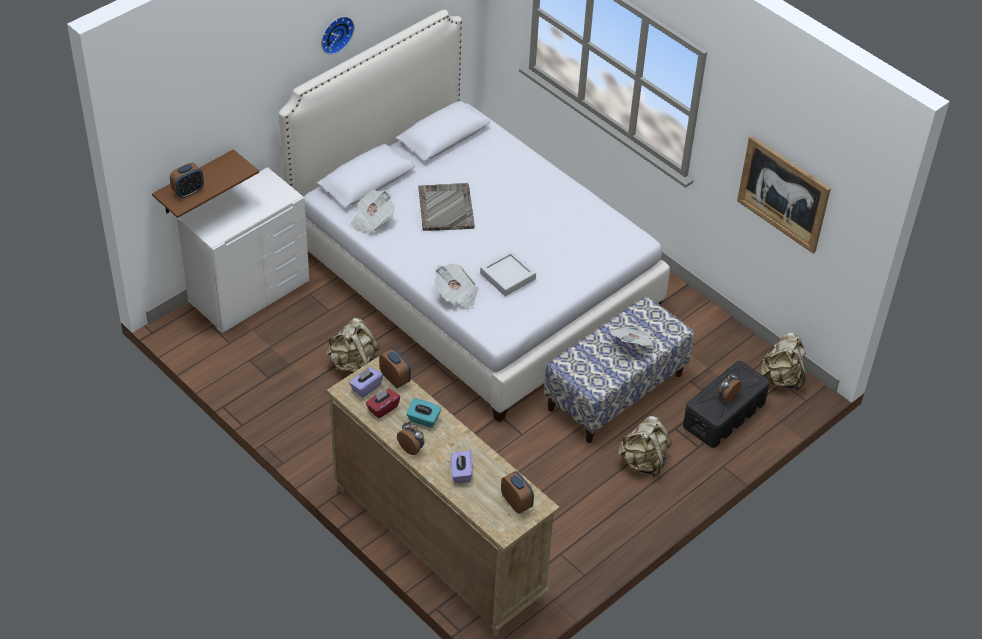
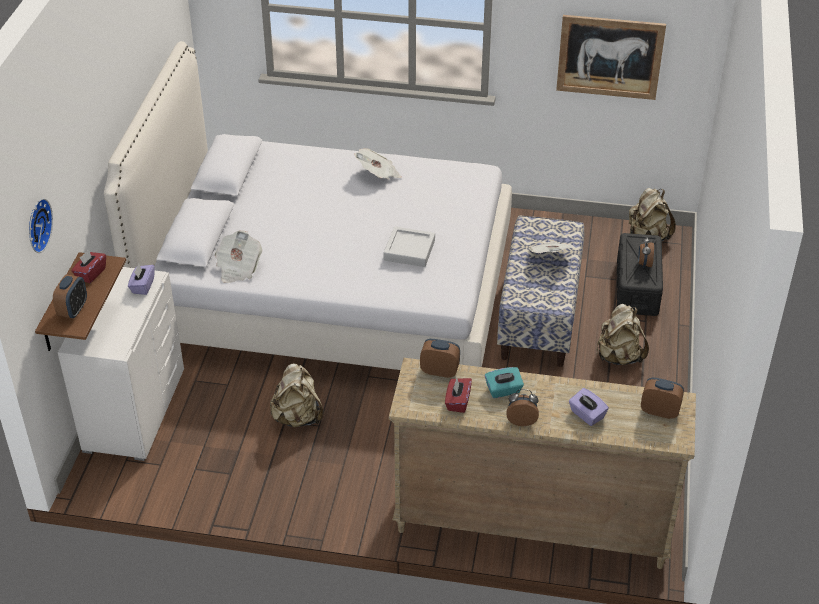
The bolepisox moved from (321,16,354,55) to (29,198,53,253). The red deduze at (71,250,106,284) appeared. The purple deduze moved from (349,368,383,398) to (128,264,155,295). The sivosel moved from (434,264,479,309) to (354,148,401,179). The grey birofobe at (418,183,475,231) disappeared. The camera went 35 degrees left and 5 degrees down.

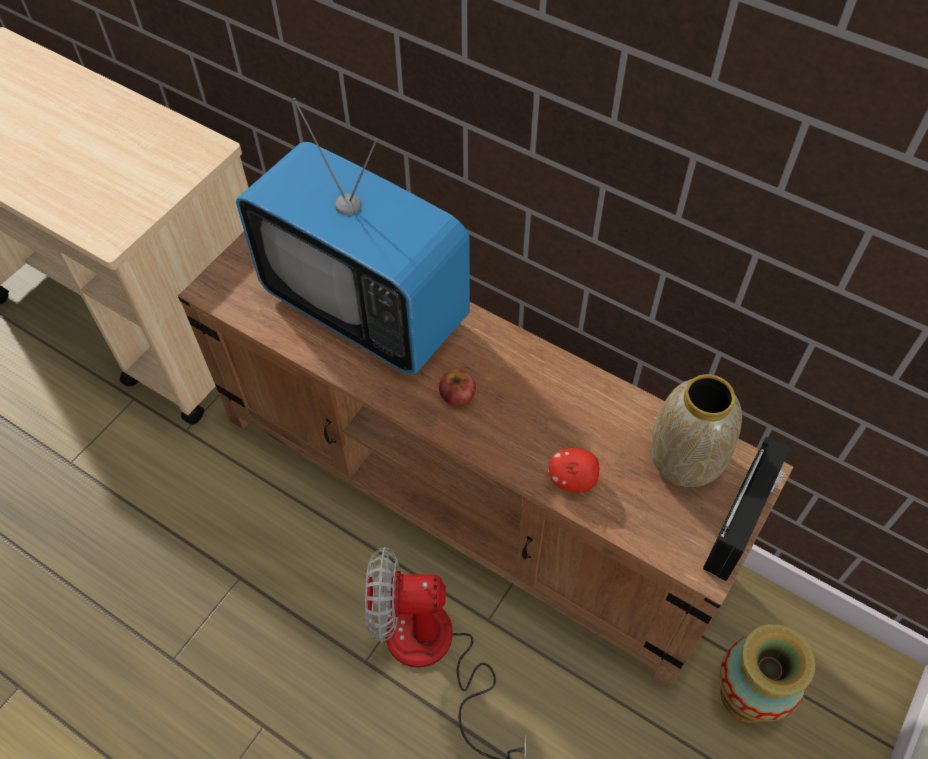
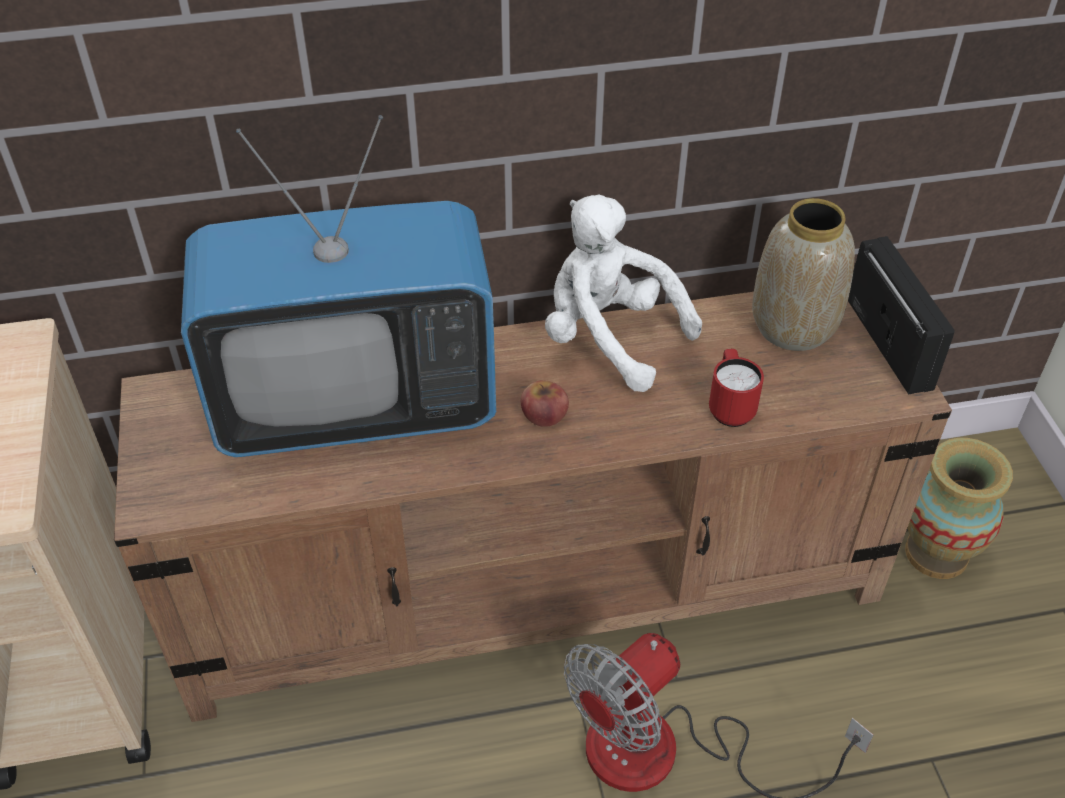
The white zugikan at (545,194,702,392) appeared. The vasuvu at (549,448,599,493) was replaced by the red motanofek at (709,349,764,427). The camera went 45 degrees left and 10 degrees down.

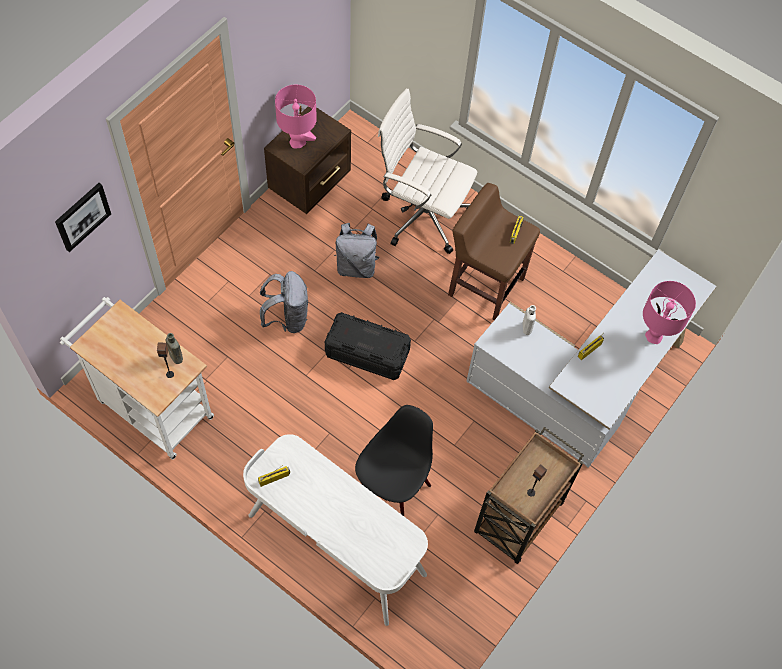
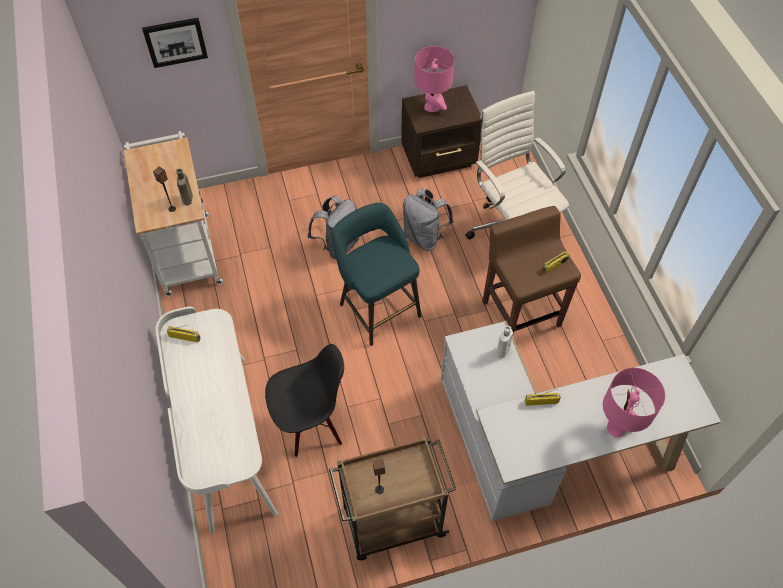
The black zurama at (325,312,411,380) was replaced by the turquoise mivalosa at (332,203,421,346). The camera went 40 degrees right and 5 degrees down.

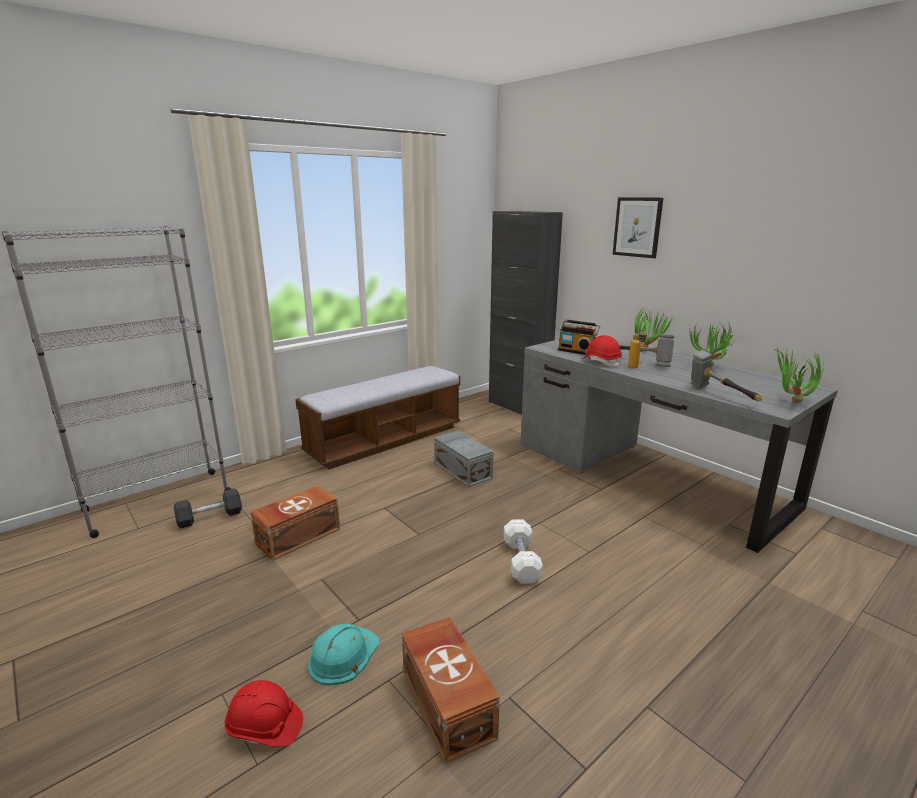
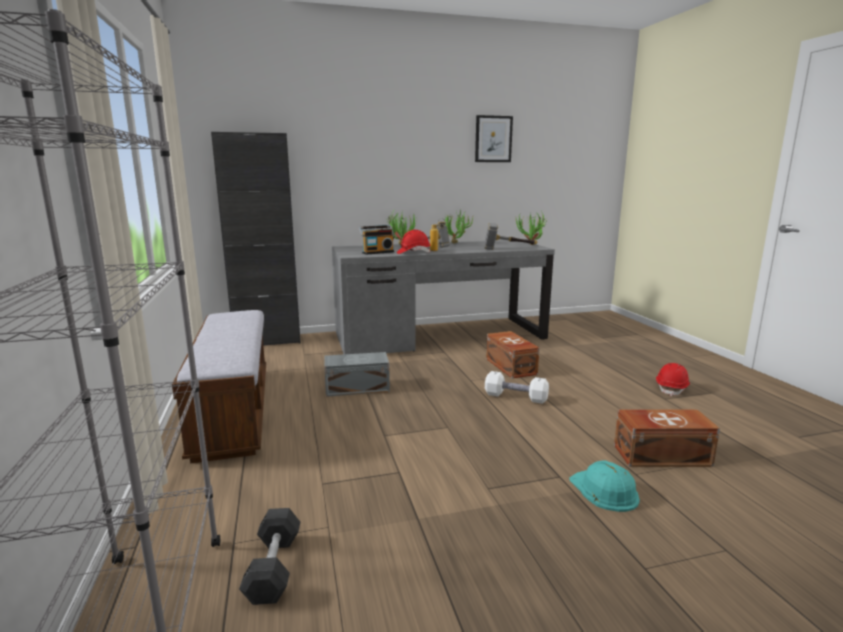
The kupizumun moved from (612,197,663,258) to (475,115,513,162). The brown zurama moved from (250,485,340,561) to (486,331,540,379). The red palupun moved from (224,680,303,747) to (656,363,690,396). The camera went 65 degrees left and 5 degrees down.

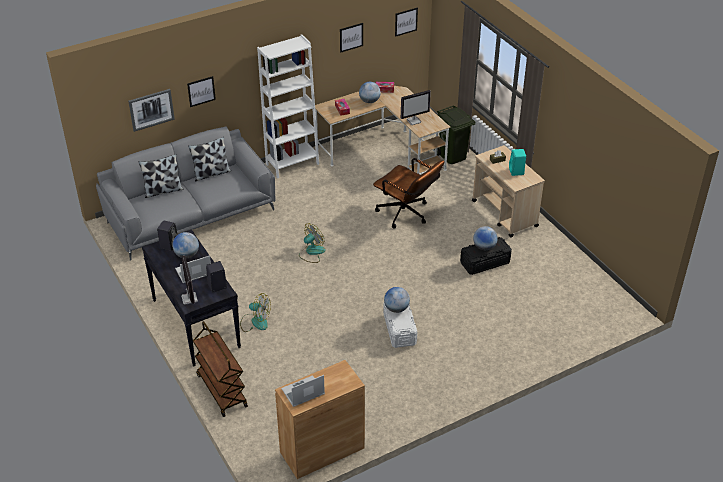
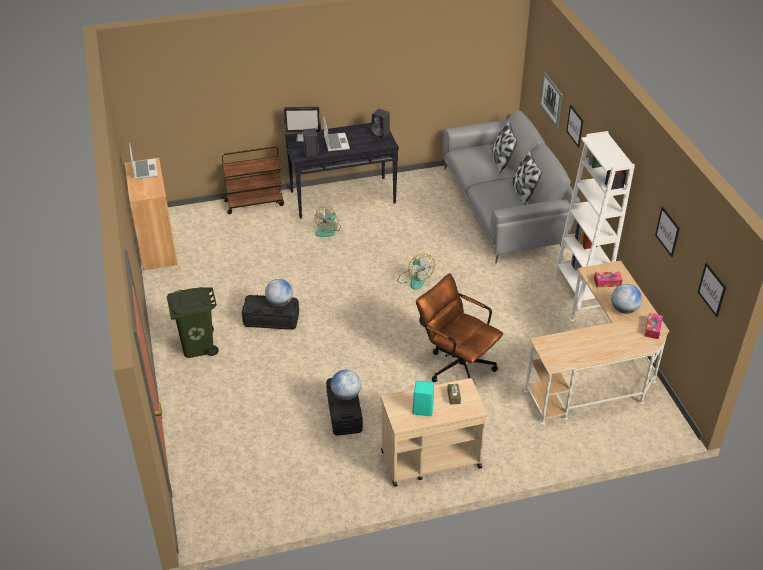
The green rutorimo moved from (434,106,476,164) to (167,287,219,358). The white zurama at (383,303,417,348) became the black zurama at (242,294,299,330). The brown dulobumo at (373,158,444,229) turned 75 degrees clockwise. The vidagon at (172,232,199,258) disappeared. The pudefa at (401,90,431,125) disappeared. The camera went 105 degrees right and 0 degrees up.

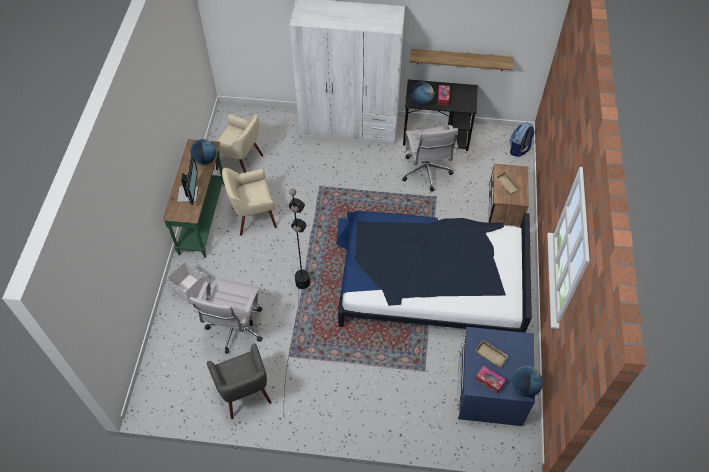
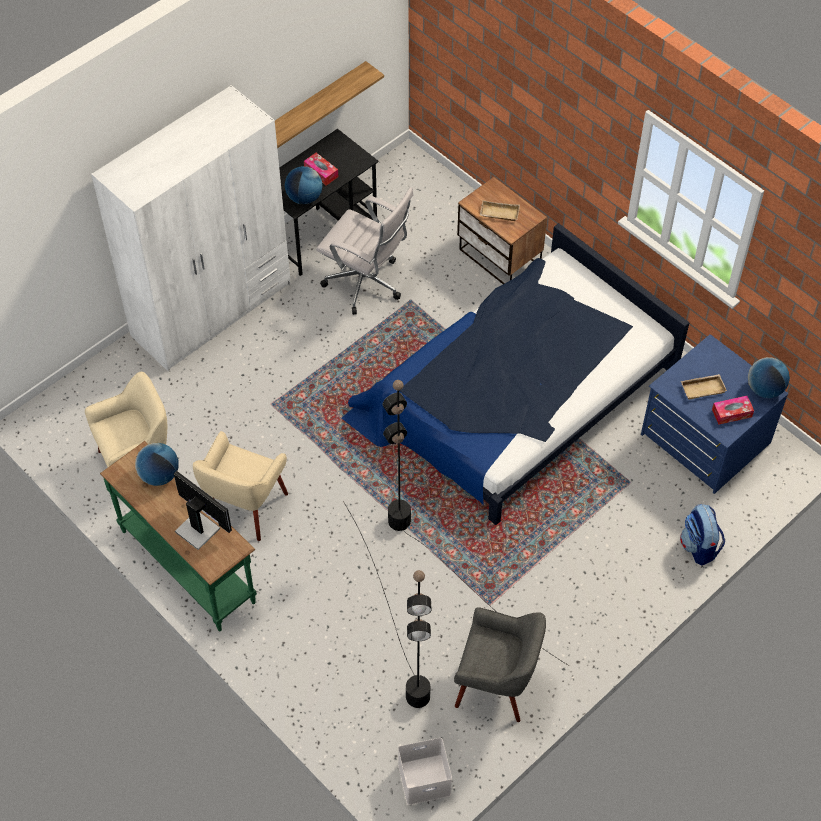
The white dulobumo at (190,279,262,353) was replaced by the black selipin at (343,501,431,708). The white zurama moved from (167,261,205,305) to (398,738,452,805). The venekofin moved from (510,122,534,157) to (680,504,725,565). The camera went 50 degrees left and 0 degrees up.

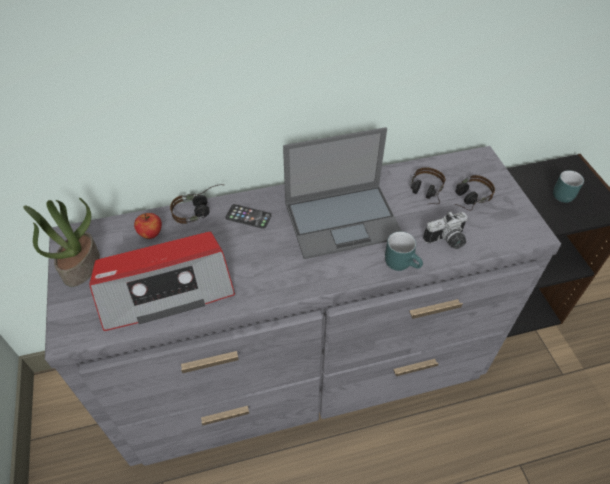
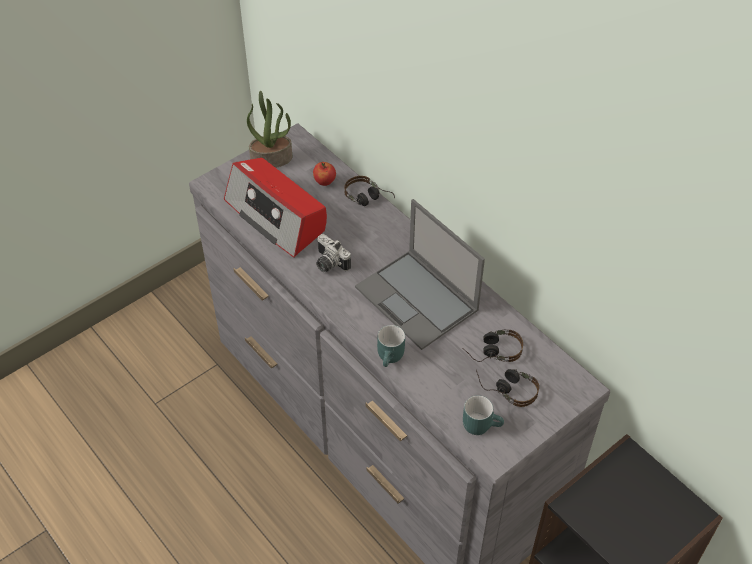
The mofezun moved from (423,211,468,249) to (316,234,351,272). The turquoise motanofek moved from (553,170,584,203) to (463,395,504,435). The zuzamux at (225,204,272,229) disappeared. The camera went 65 degrees right and 0 degrees up.

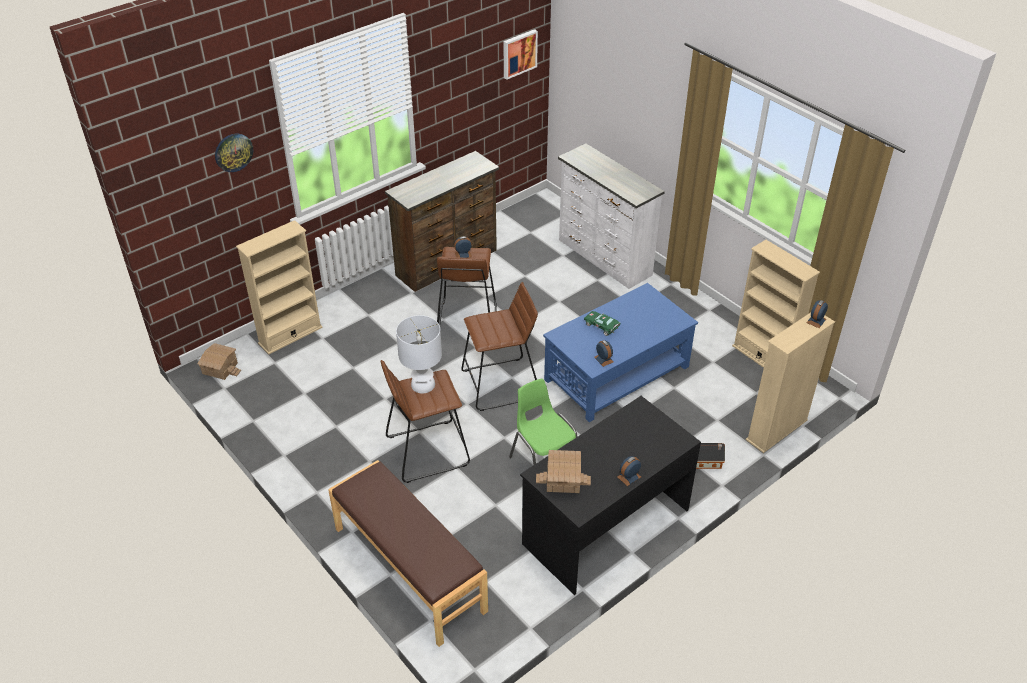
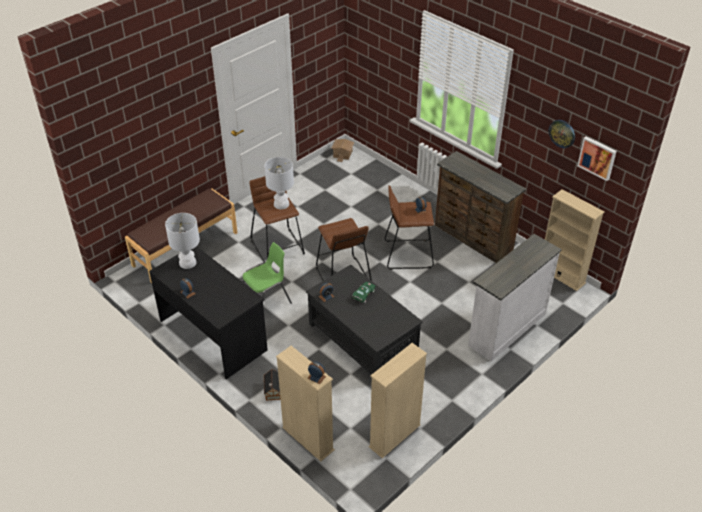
The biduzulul at (536,450,591,493) was replaced by the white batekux at (165,213,200,269). The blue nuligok at (543,283,698,422) became the black nuligok at (306,265,423,375). The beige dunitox moved from (236,220,323,354) to (545,189,604,291). The bolepisox moved from (215,134,253,172) to (549,120,575,148). The camera went 85 degrees right and 0 degrees up.

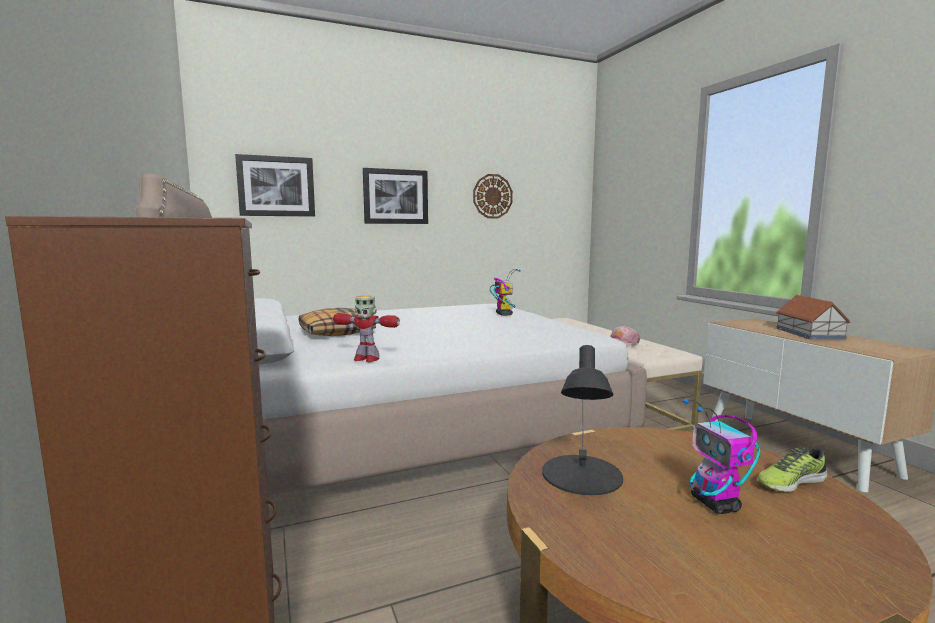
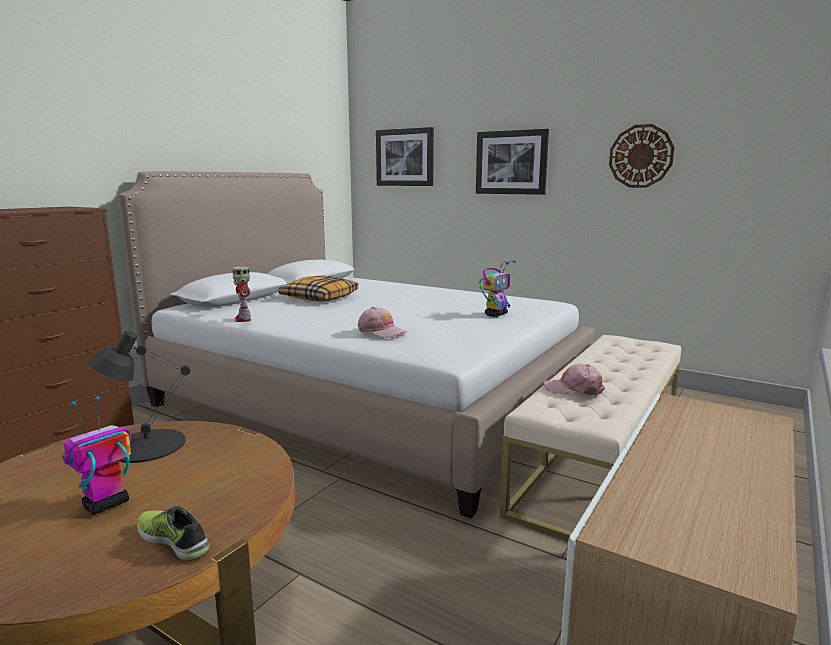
The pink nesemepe at (358,307,406,338) appeared. The biduzulul at (776,295,850,340) disappeared. The camera went 55 degrees right and 5 degrees up.

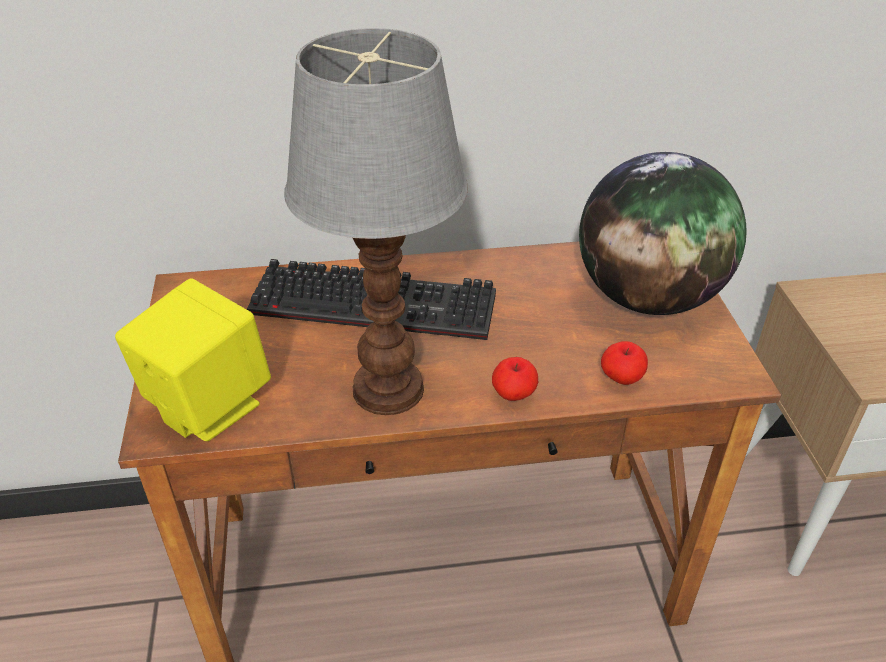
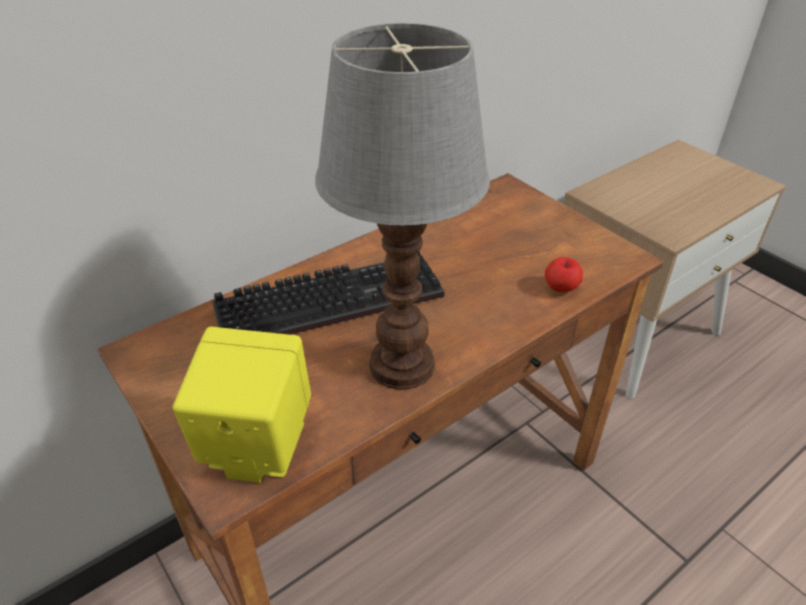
The vasuvu at (492,357,538,401) disappeared. The vidagon at (579,152,747,315) disappeared. The camera went 30 degrees left and 0 degrees up.

